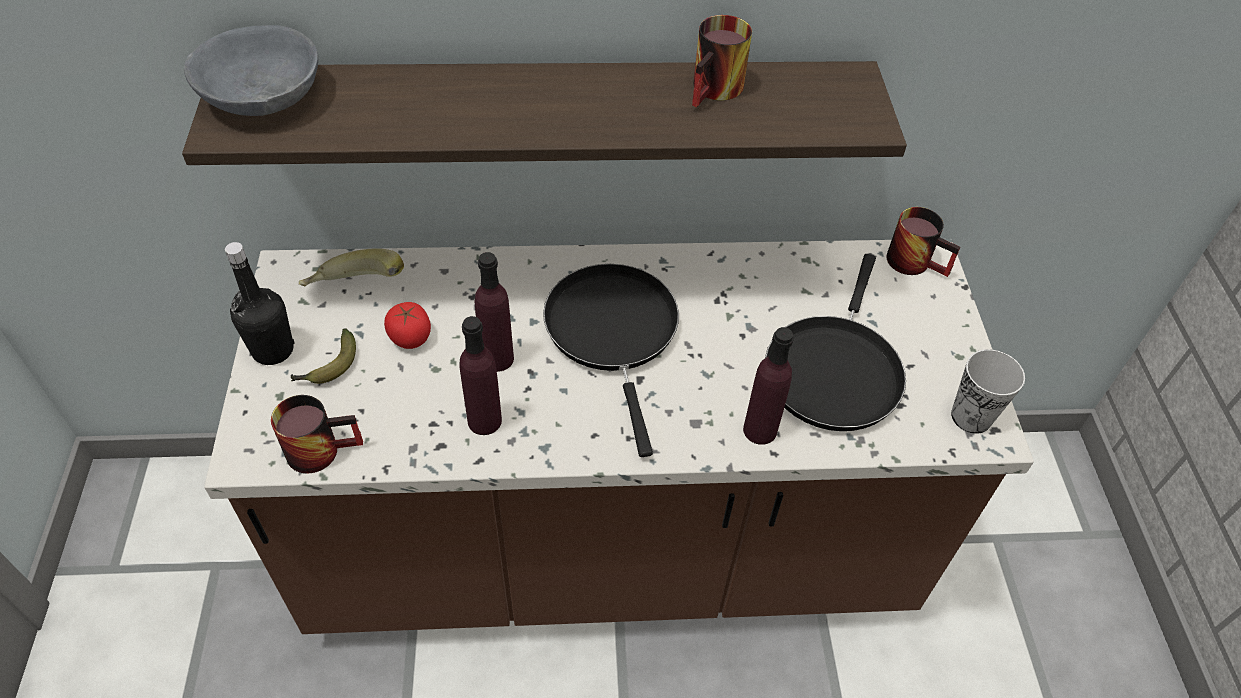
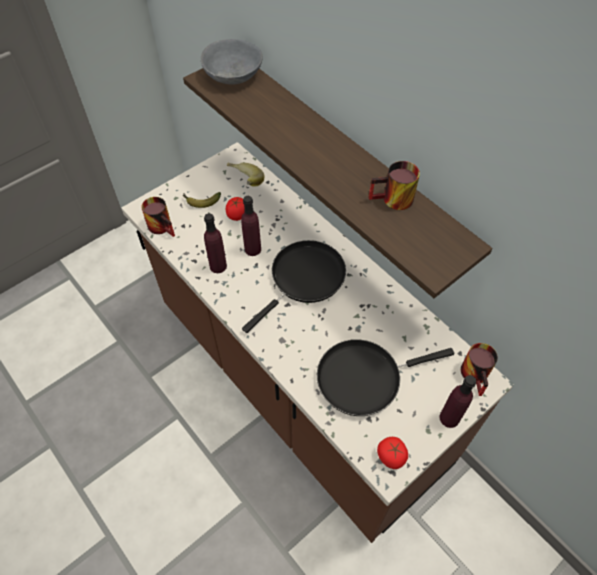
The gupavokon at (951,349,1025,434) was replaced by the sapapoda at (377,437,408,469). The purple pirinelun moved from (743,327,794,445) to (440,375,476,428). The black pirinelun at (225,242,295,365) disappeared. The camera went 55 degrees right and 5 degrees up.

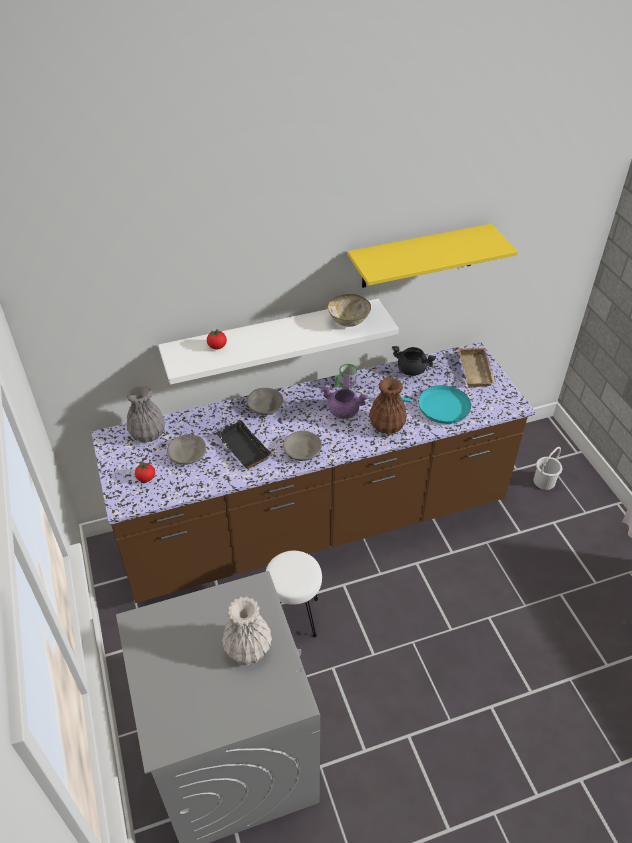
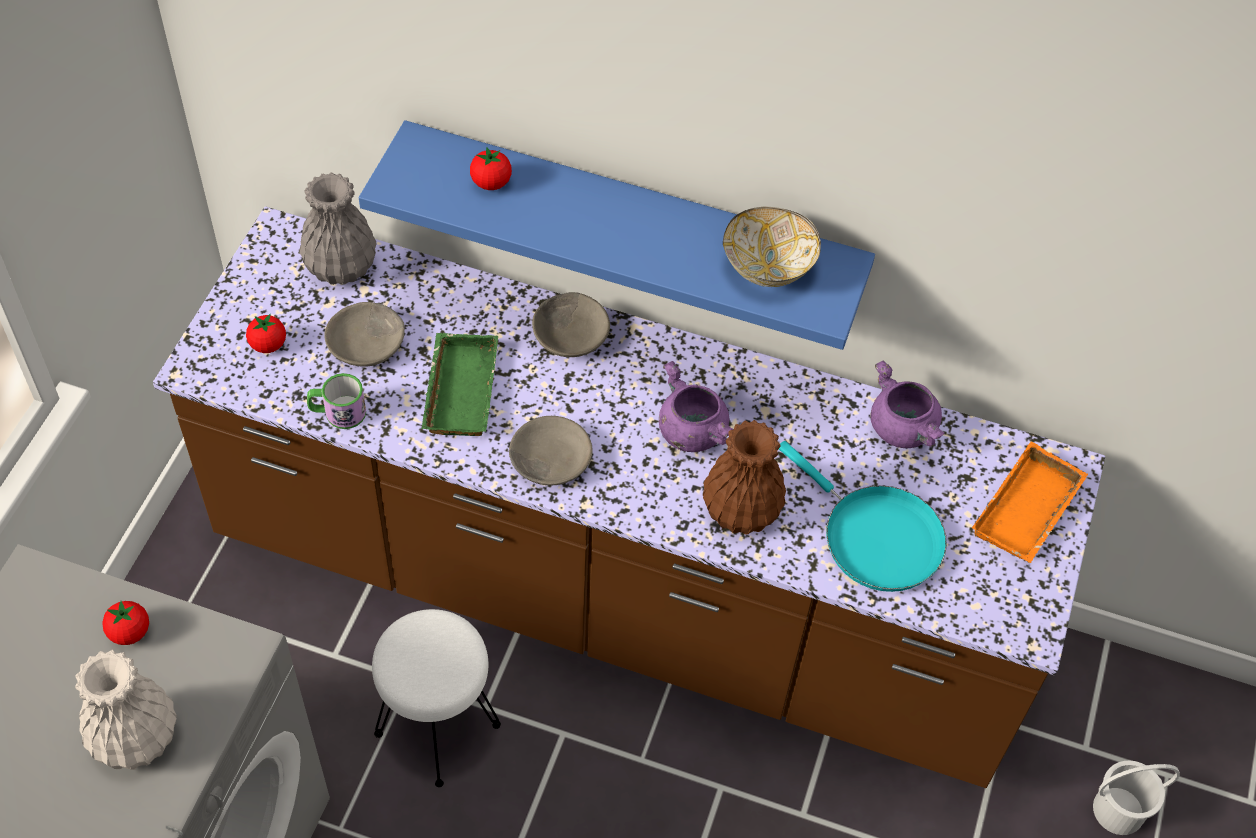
The sapapoda at (102,601,149,645) appeared. The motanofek moved from (335,364,357,389) to (307,373,366,429). The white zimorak at (158,299,399,385) became the blue zimorak at (359,120,875,350). The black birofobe at (215,420,272,469) became the green birofobe at (421,333,498,436). The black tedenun at (392,346,436,376) became the purple tedenun at (870,361,945,448). The beige birofobe at (458,348,496,388) became the orange birofobe at (972,441,1088,563). The yellow zimorak at (347,224,518,288) disappeared. The camera went 35 degrees right and 10 degrees up.

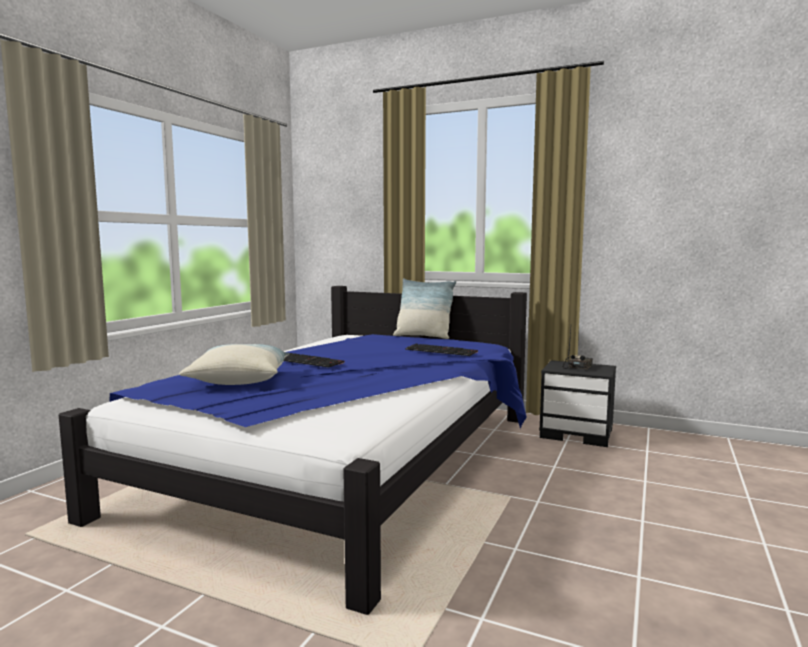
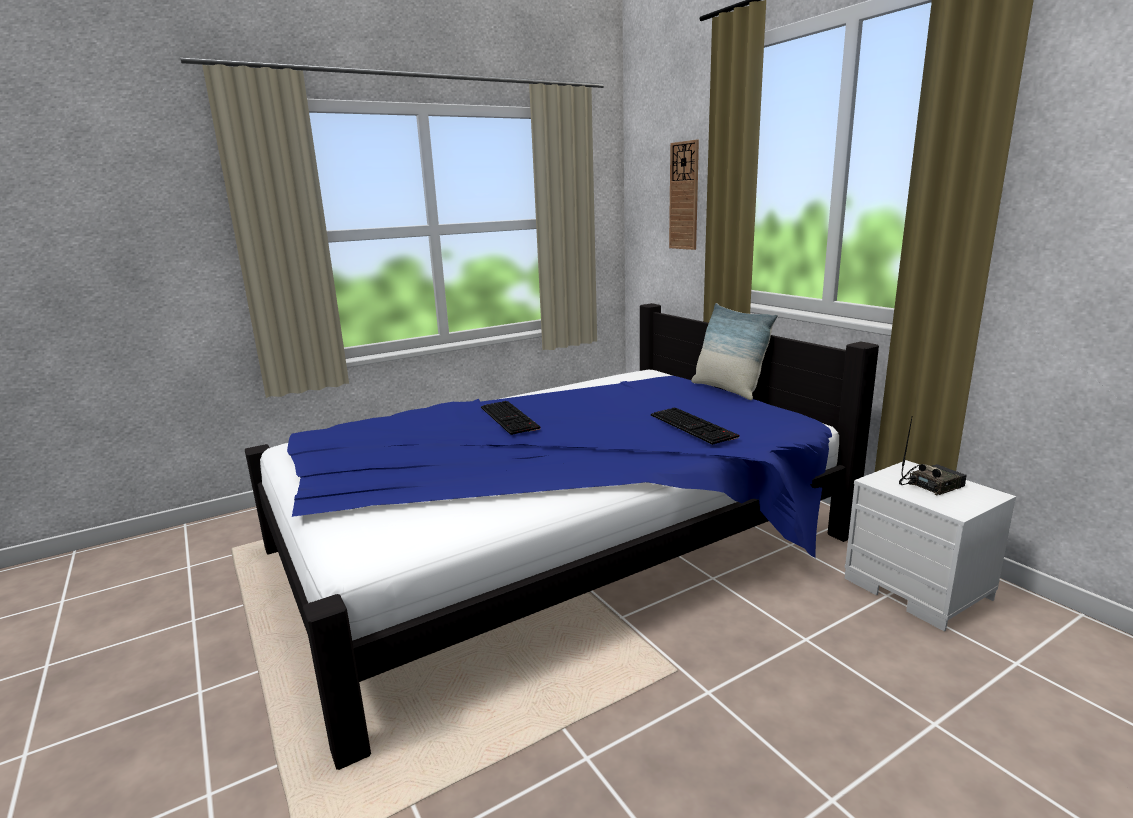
The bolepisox at (669,140,699,250) appeared. The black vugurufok at (539,360,616,447) became the white vugurufok at (844,460,1016,632). The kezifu at (179,344,290,385) disappeared. The camera went 35 degrees right and 10 degrees up.

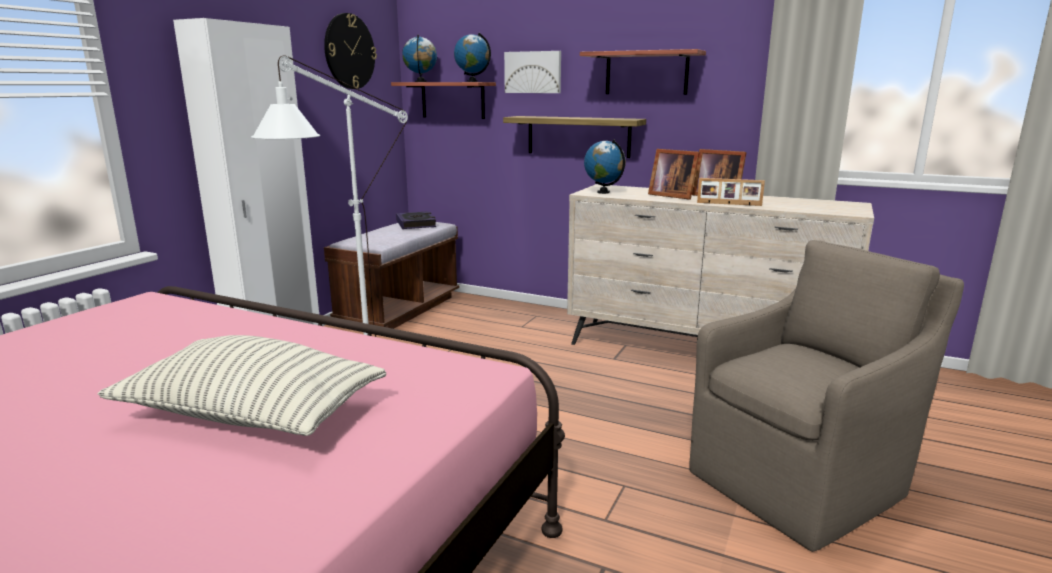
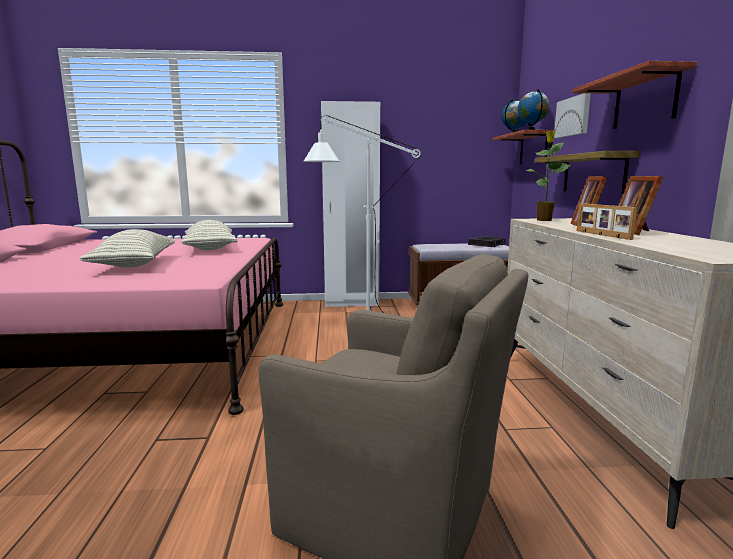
The kezifu at (181,220,237,250) appeared. The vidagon at (584,139,626,194) was replaced by the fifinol at (526,131,571,221). The bolepisox at (324,13,377,89) disappeared. The camera went 60 degrees right and 5 degrees down.

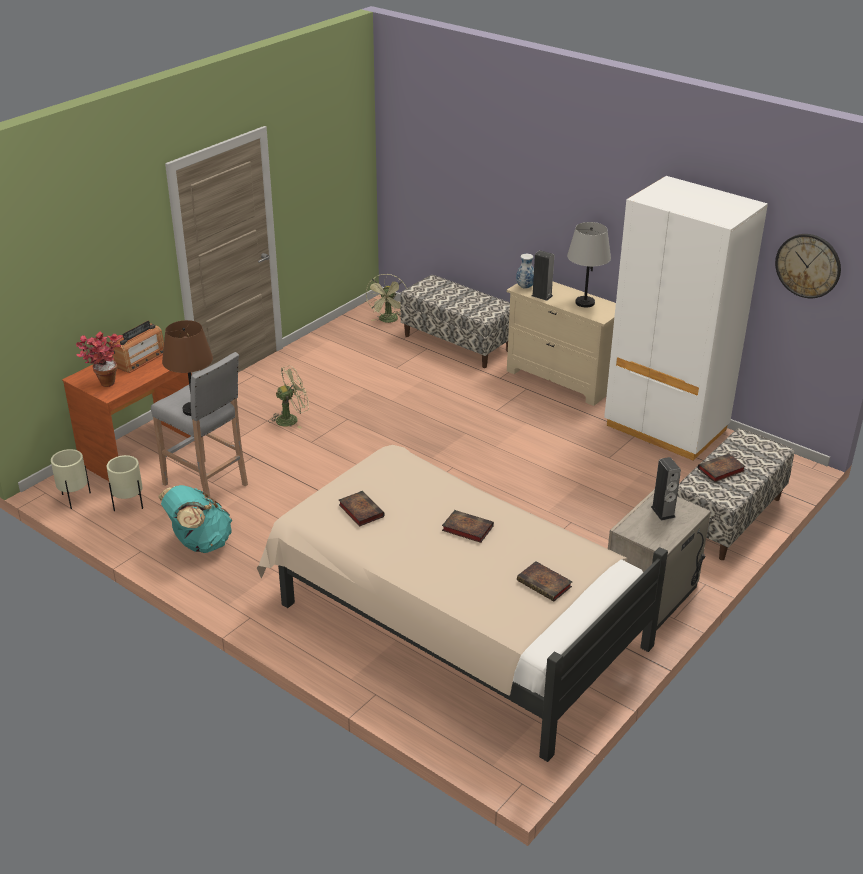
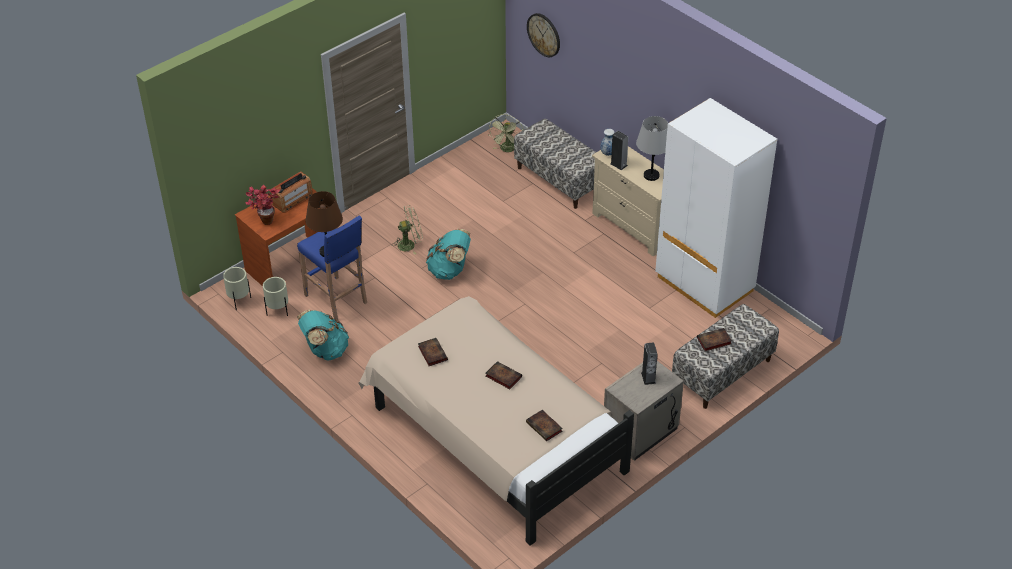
The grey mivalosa at (151,352,248,499) became the blue mivalosa at (297,216,367,320). The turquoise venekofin at (426,229,471,280) appeared. The bolepisox moved from (775,234,841,298) to (527,13,560,57). The camera went 10 degrees right and 10 degrees up.

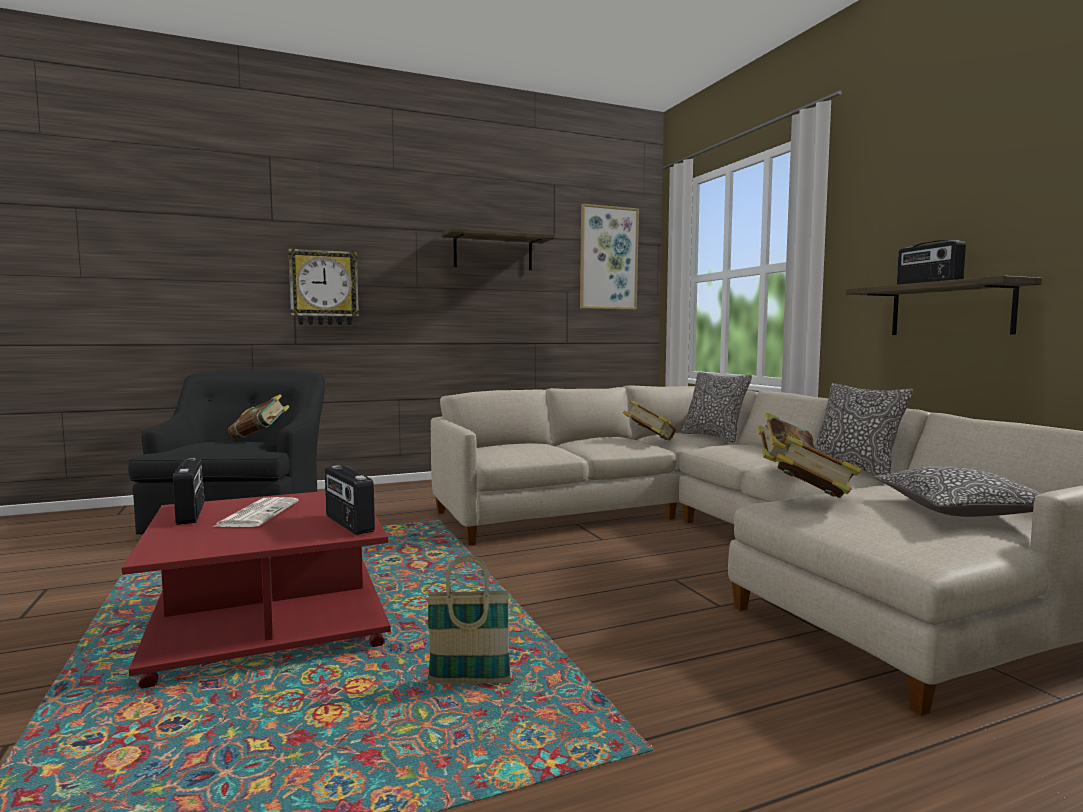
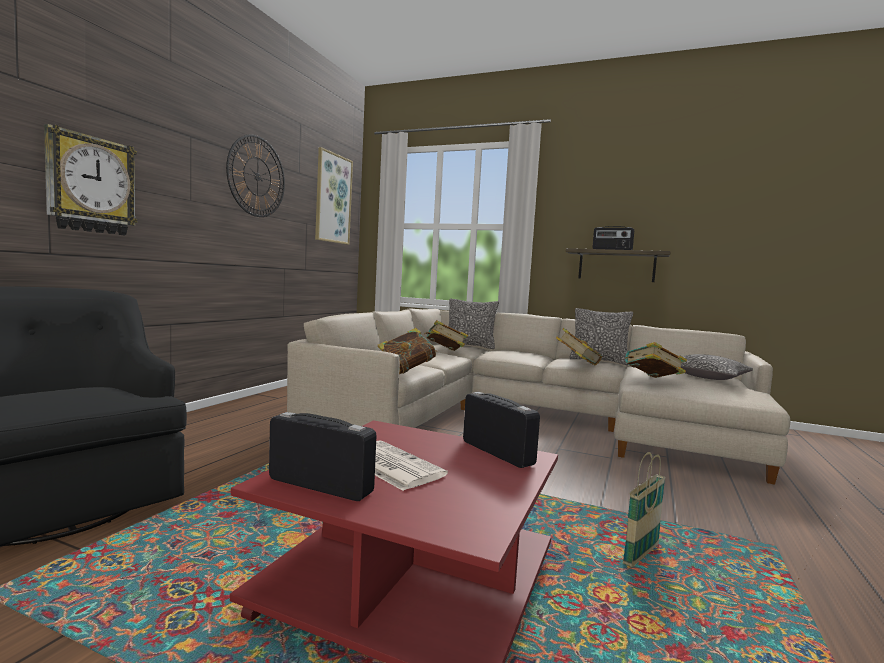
The zimorak at (441,228,555,270) was replaced by the bolepisox at (226,134,285,217). The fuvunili moved from (228,394,289,440) to (378,328,436,374). The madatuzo at (325,465,375,535) turned 135 degrees counterclockwise. The camera went 45 degrees left and 0 degrees up.

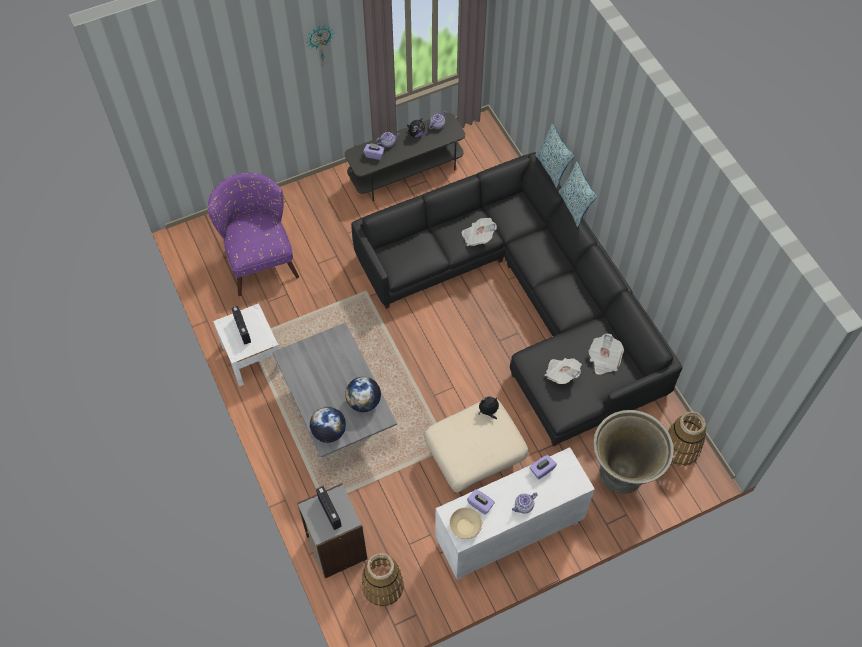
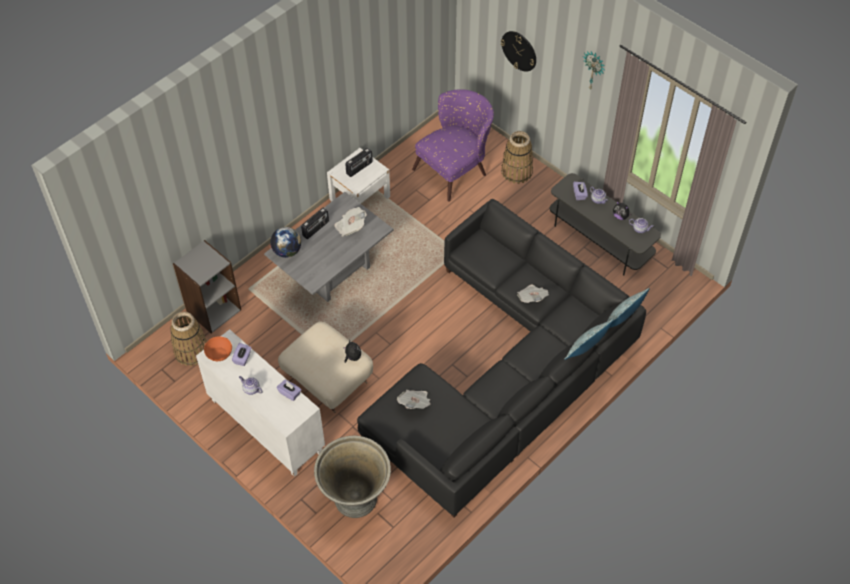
The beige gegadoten at (449,507,482,539) became the orange gegadoten at (204,336,232,361). The madatuzo moved from (316,486,342,530) to (301,208,329,239). The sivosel moved from (588,334,624,375) to (334,207,367,237). The bolepisox at (501,31,536,72) appeared. The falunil moved from (668,411,706,466) to (501,131,533,184). The vidagon at (345,377,381,412) disappeared. The camera went 70 degrees right and 5 degrees down.

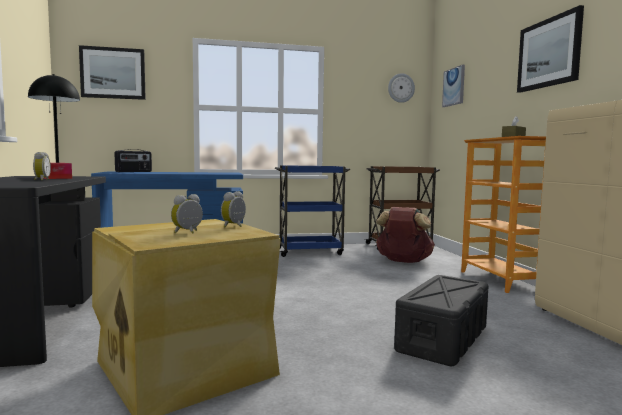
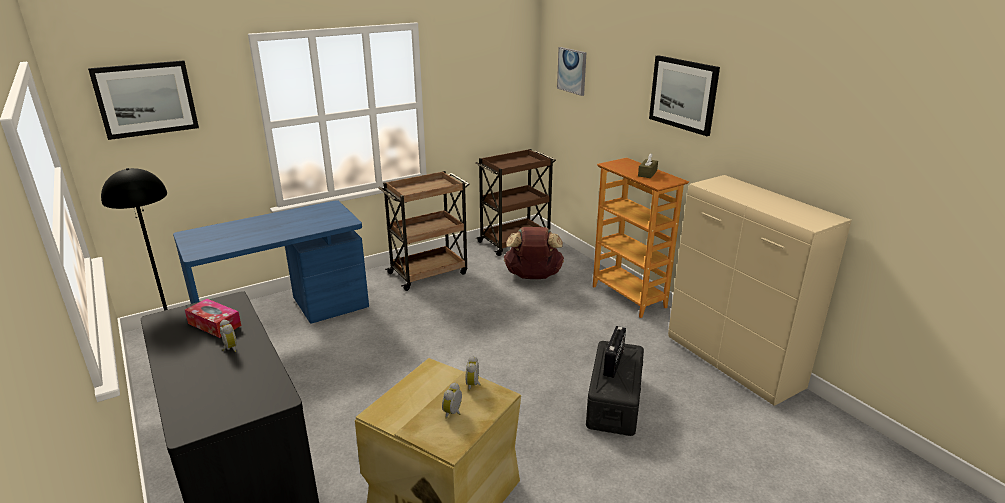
The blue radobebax at (275,165,350,257) became the brown radobebax at (379,171,470,291). The madatuzo moved from (114,149,152,172) to (603,326,626,378). The bolepisox at (388,73,415,103) disappeared. The camera went 20 degrees left and 20 degrees up.

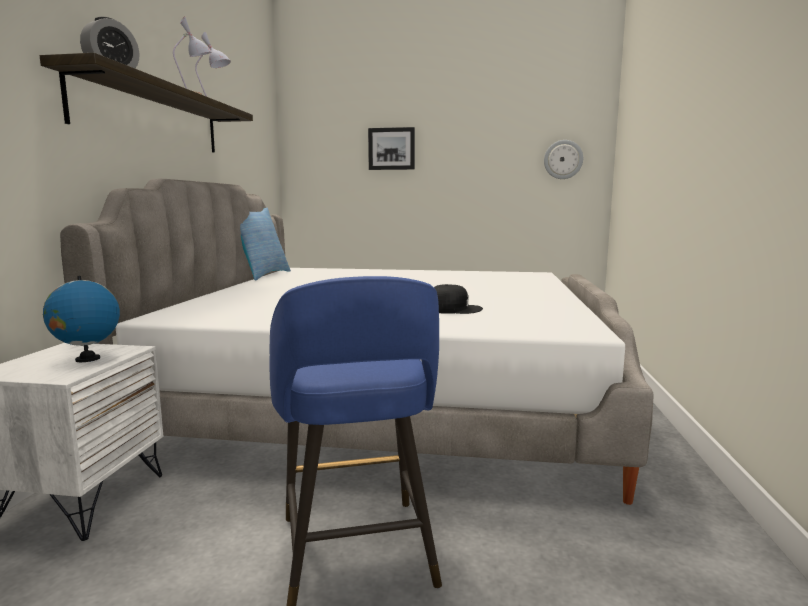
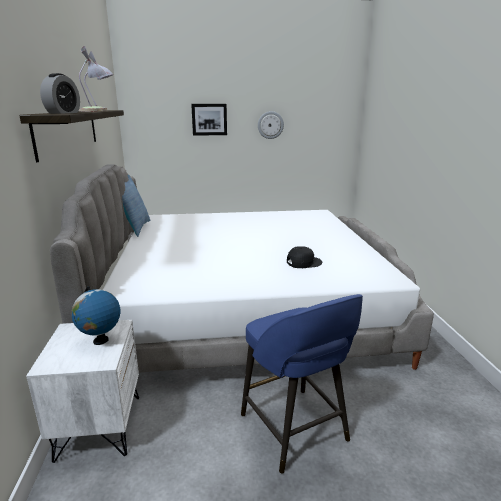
The bolepisox moved from (544,140,583,179) to (258,111,284,139). The camera went 15 degrees left and 10 degrees up.

